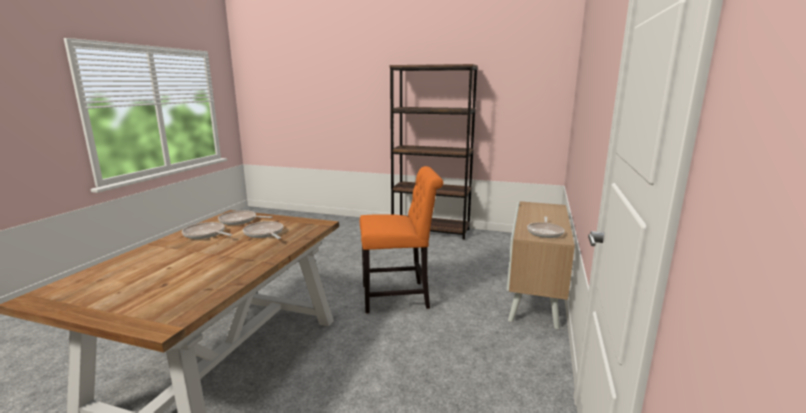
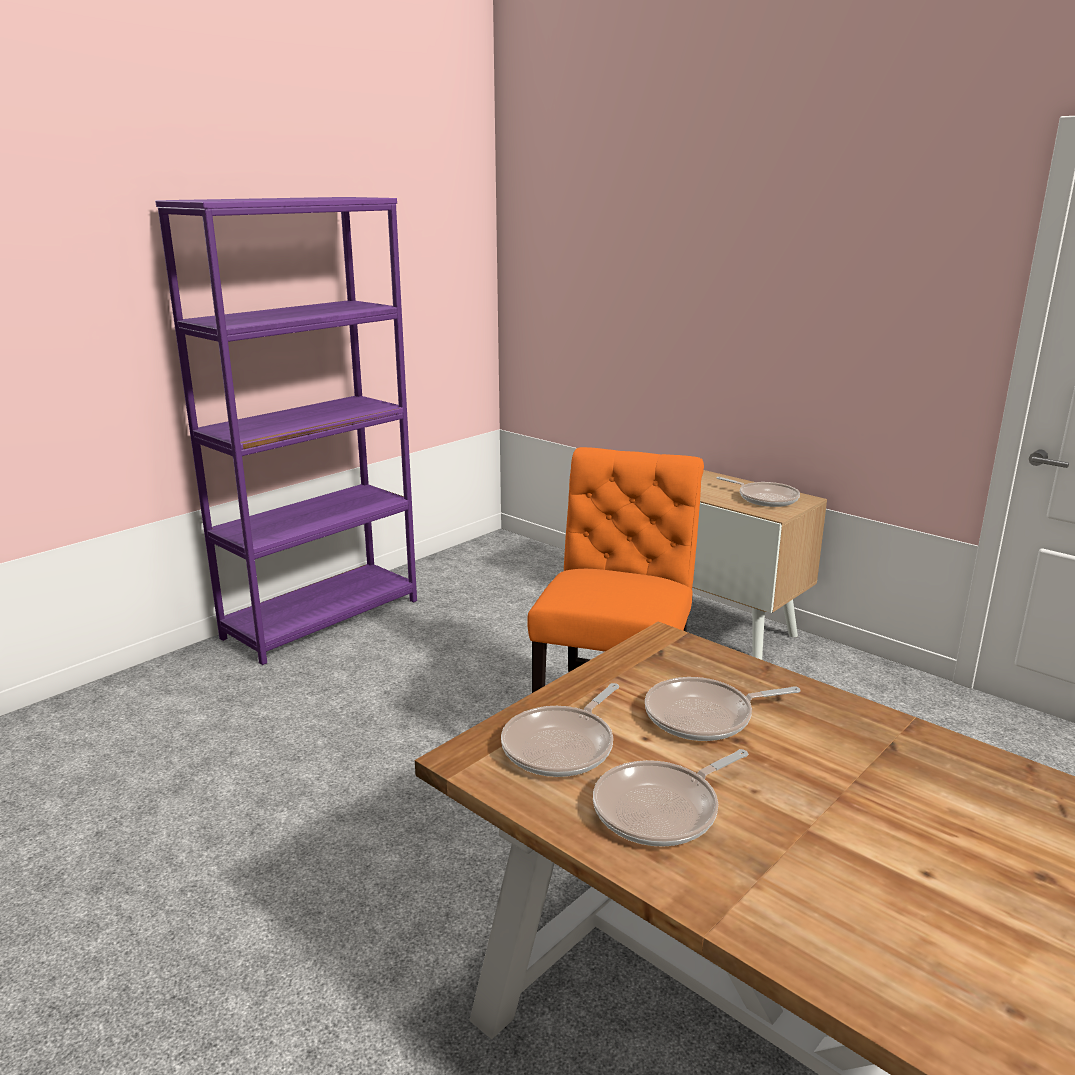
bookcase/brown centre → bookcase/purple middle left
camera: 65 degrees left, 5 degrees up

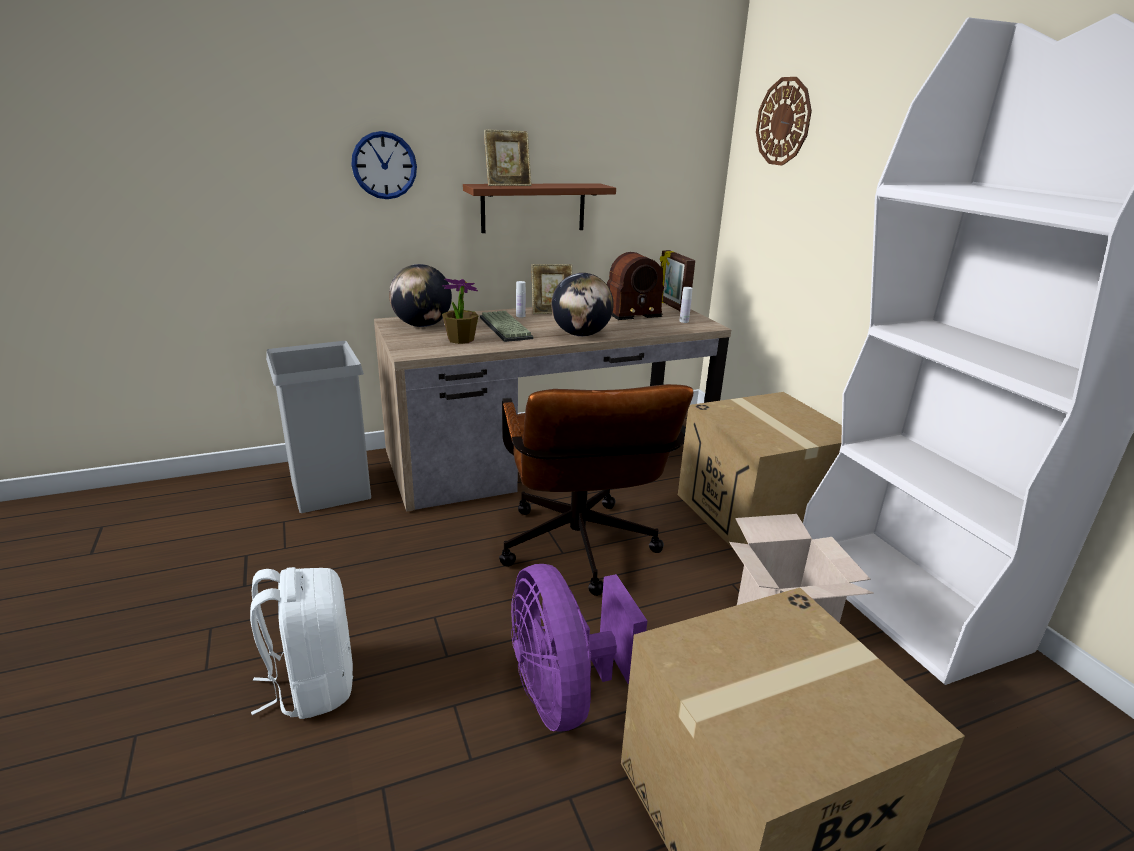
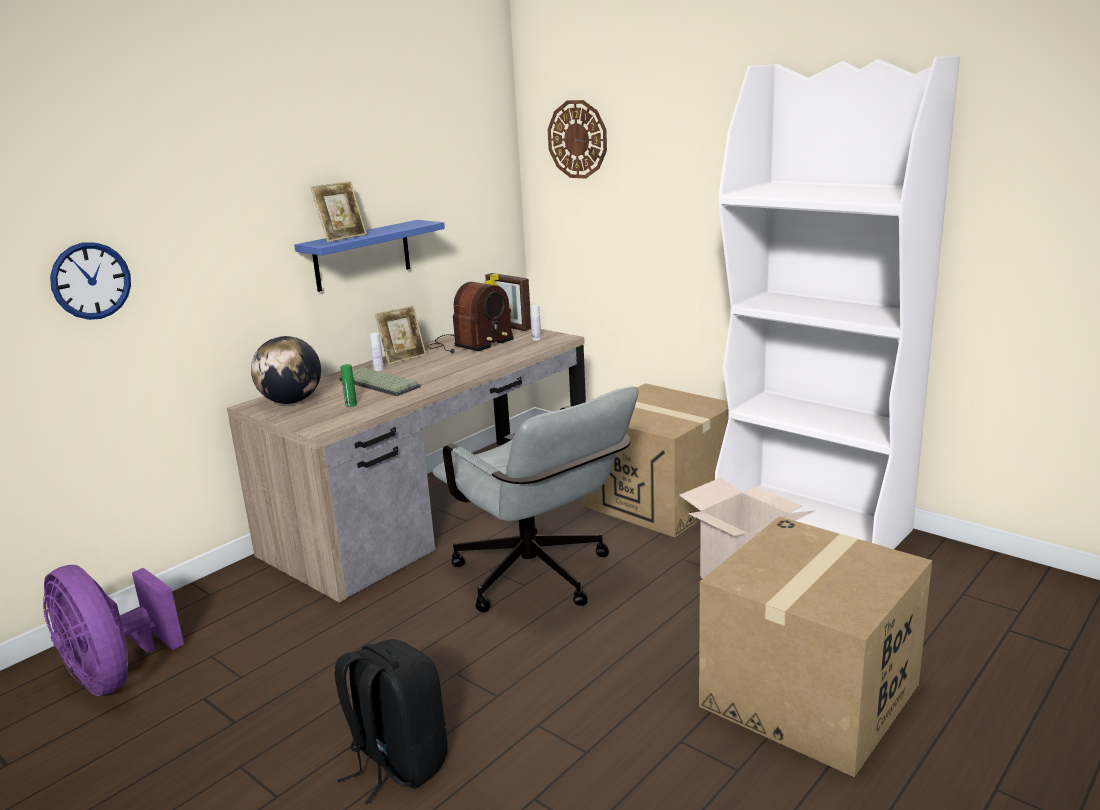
trash can/grey middle left → -
globe (no. 2 from left) centre → -
wall clock (no. 1 from left) top centre → wall clock (no. 1 from left) middle left, relocated
fan/purple bottom centre → fan/purple bottom left, relocated
potted plant centre → bottle/green middle left
backpack/white bottom left → backpack/black bottom centre
shelf/brown top centre → shelf/blue top centre
office chair/brown centre → office chair/grey centre
camera: 25 degrees left, 5 degrees down

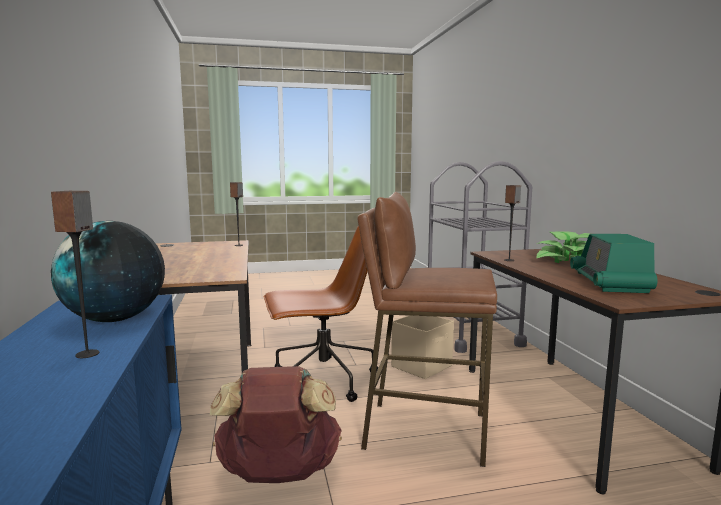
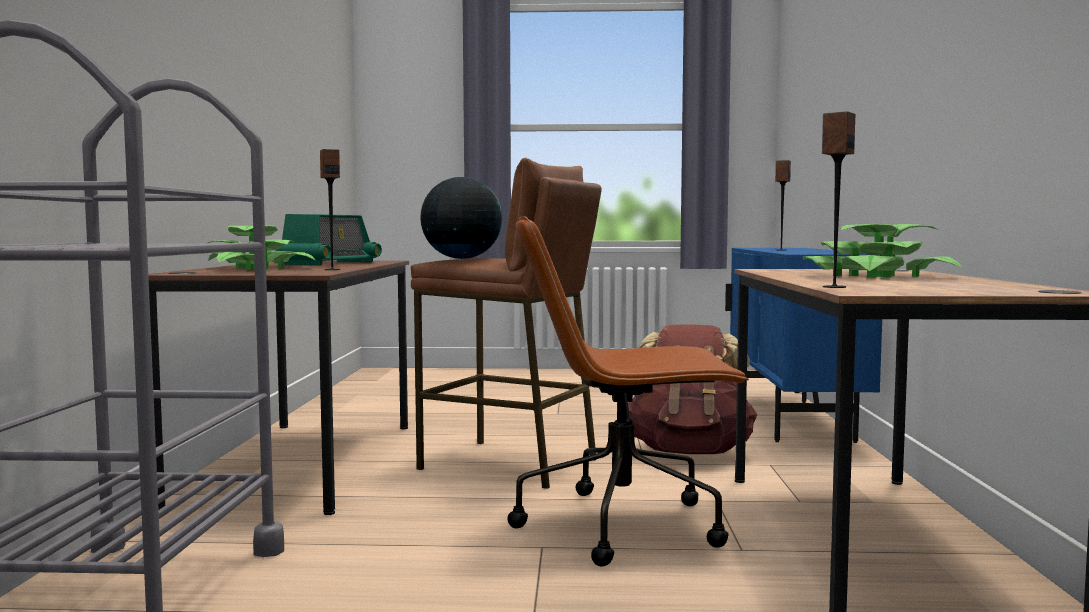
storage box/beige bottom centre → -
- → potted plant (no. 2 from left) middle right
globe middle left → globe centre, relocated
camera: 165 degrees left, 5 degrees down

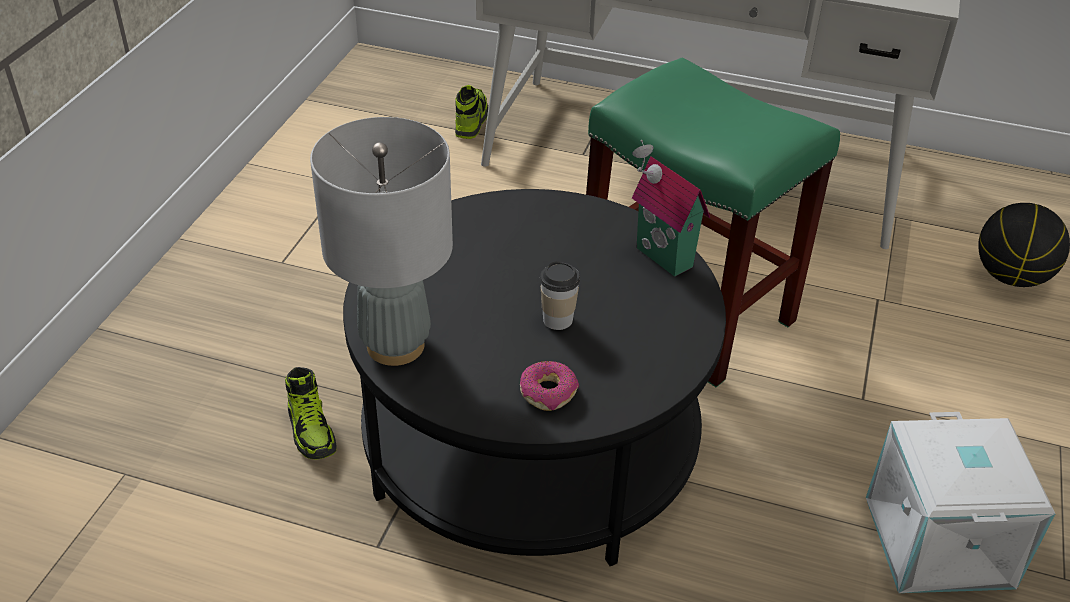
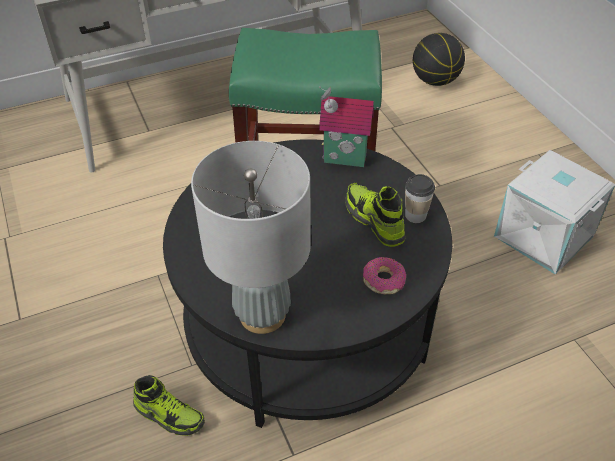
shoe (no. 2 from left) top centre → shoe (no. 2 from left) centre, relocated
cup centre → cup middle right, relocated
camera: 40 degrees left, 5 degrees up

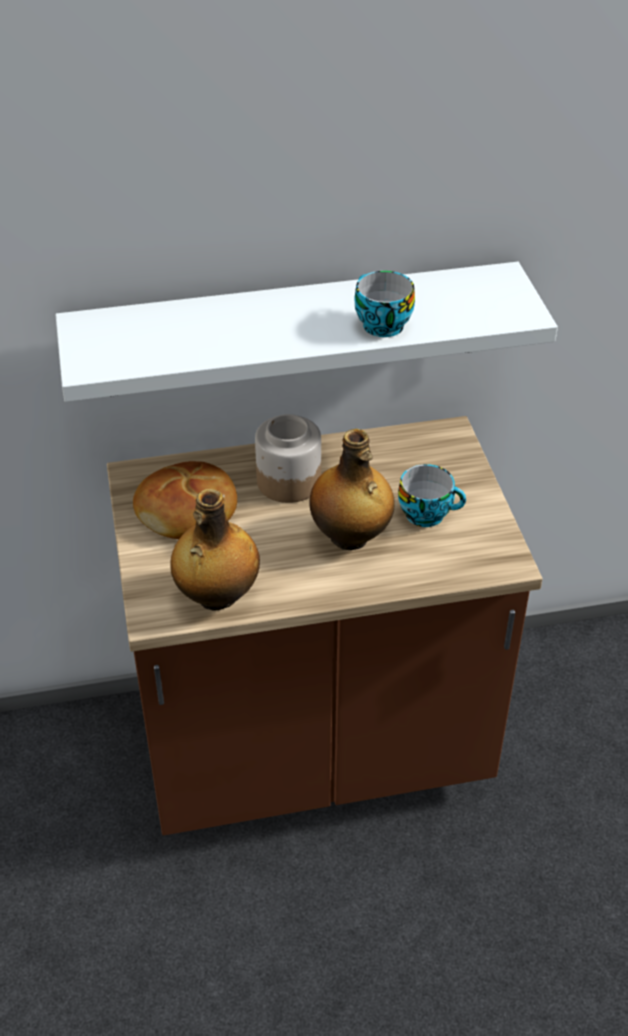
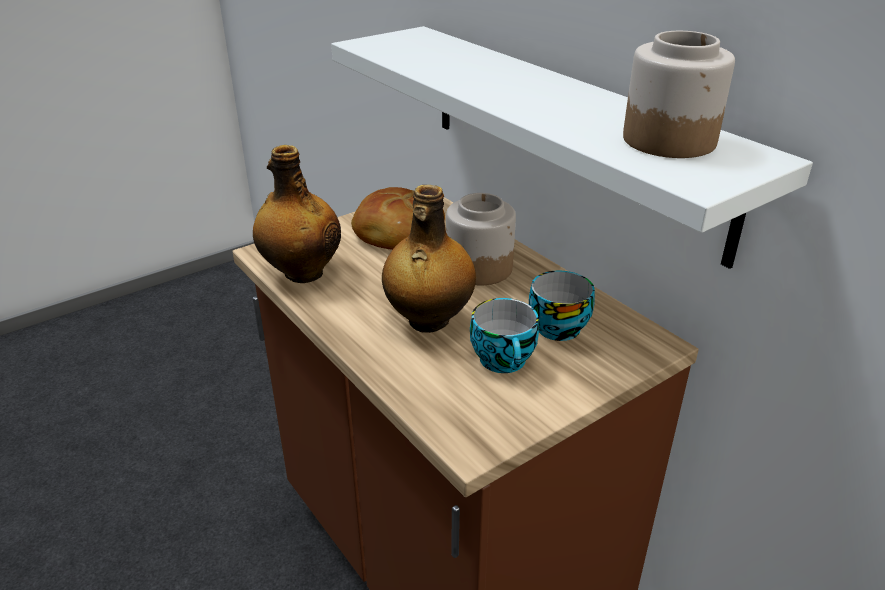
- → jar (no. 2 from left) top right
cup (no. 1 from left in the first image) top centre → cup (no. 2 from left) centre, relocated
camera: 65 degrees right, 10 degrees down

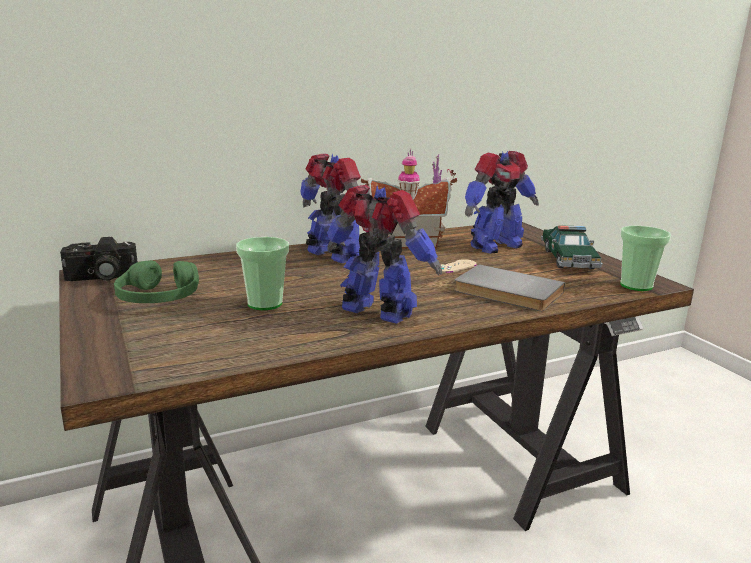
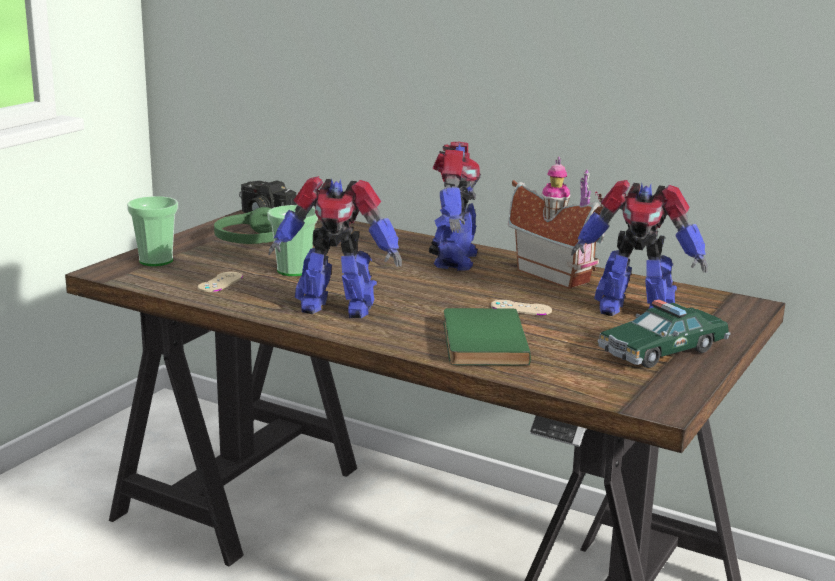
- → game controller/beige (no. 1 from left) middle left
cup (no. 2 from left in the first image) middle right → cup (no. 1 from left) middle left, relocated
book/grey middle right → book/green centre
toy robot (no. 2 from left in the first image) centre → toy robot (no. 1 from left) centre, 105 degrees clockwise
camera: 55 degrees right, 0 degrees up

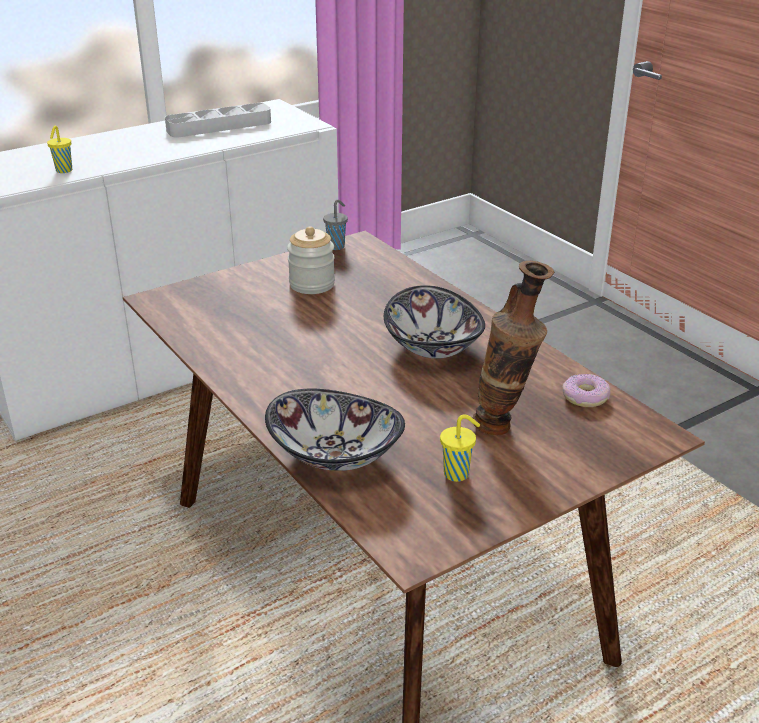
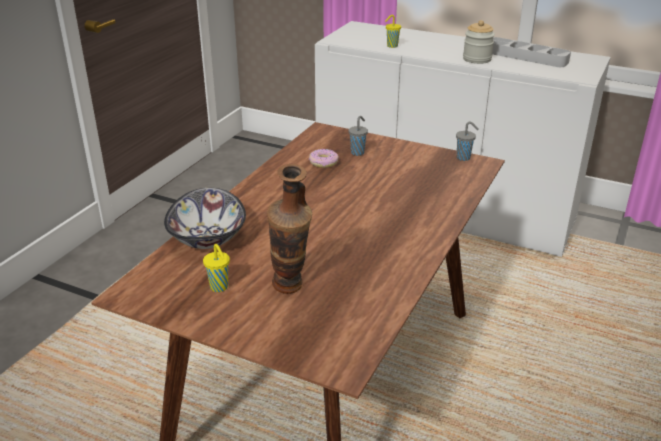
bowl (no. 2 from left) centre → -
- → cup/grey (no. 1 from left) top centre
jar centre → jar top right, relocated
donut middle right → donut centre, relocated
camera: 60 degrees right, 0 degrees up

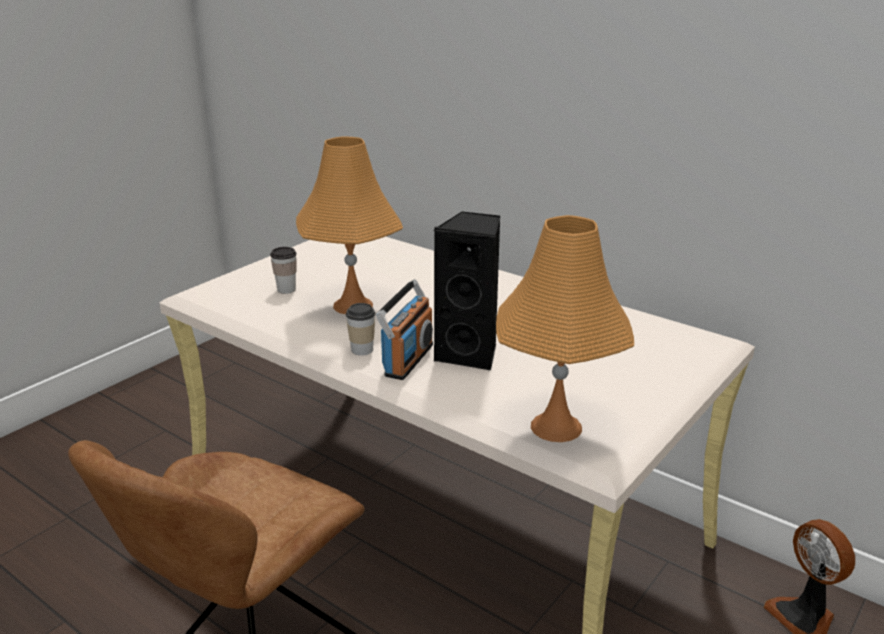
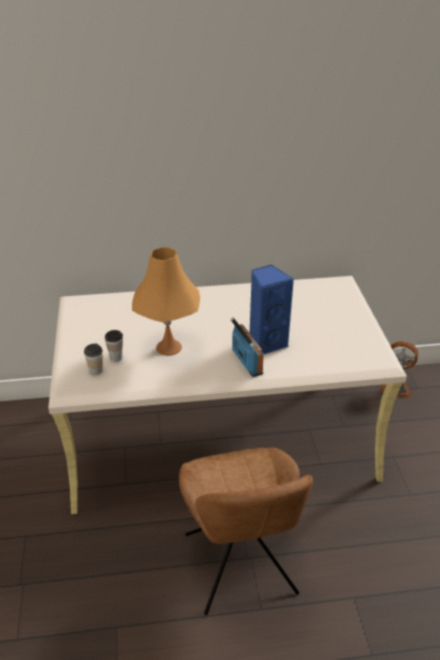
table lamp/orange (no. 2 from left) centre → -
cup (no. 2 from left in the first image) centre → cup (no. 1 from left) middle left, relocated
speaker/black centre → speaker/blue centre
camera: 45 degrees left, 10 degrees up

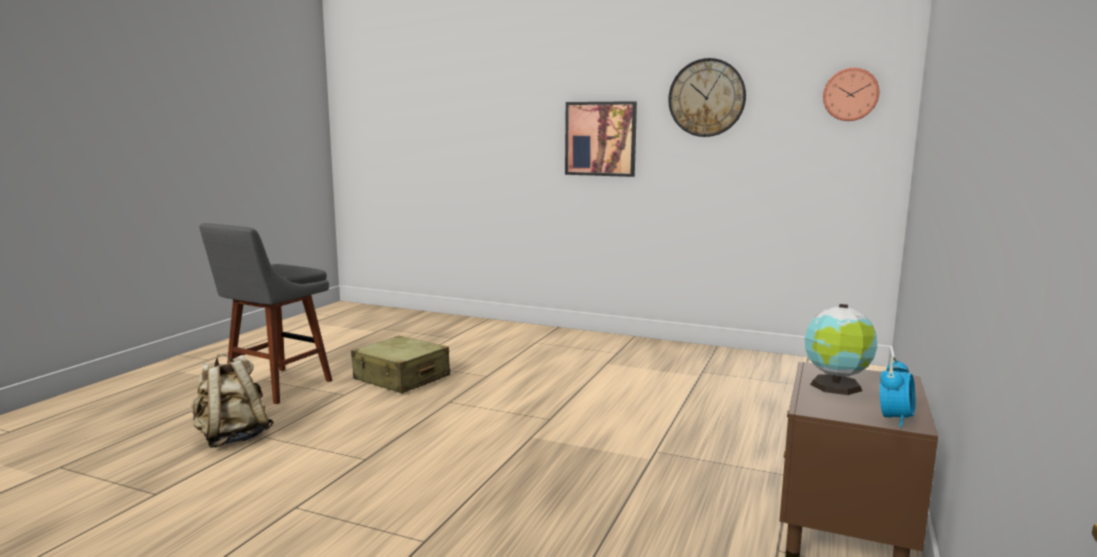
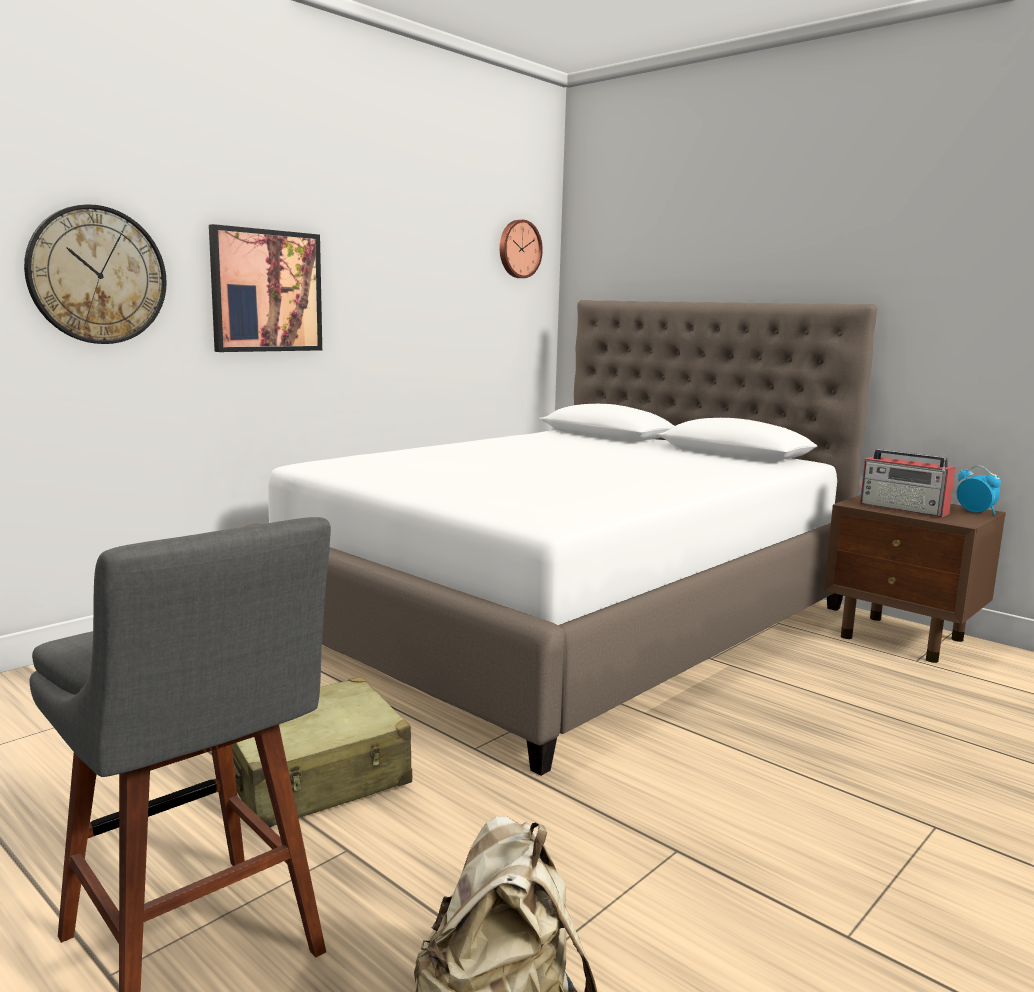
- → bed/white centre
wall clock (no. 1 from left) top centre → wall clock (no. 1 from left) top left, relocated
globe middle right → radio middle right
camera: 70 degrees left, 0 degrees up

